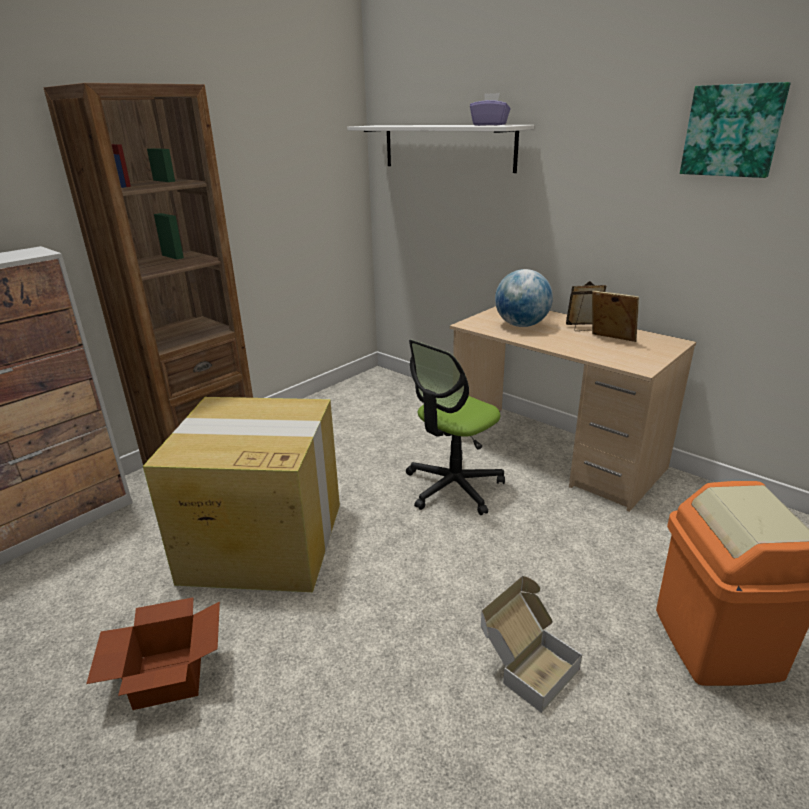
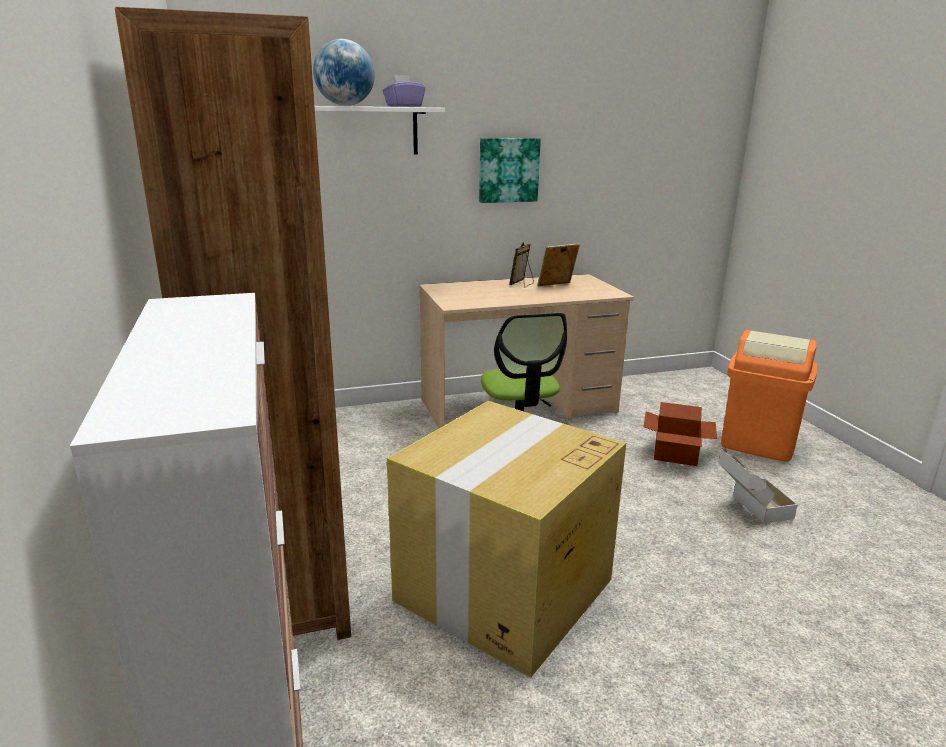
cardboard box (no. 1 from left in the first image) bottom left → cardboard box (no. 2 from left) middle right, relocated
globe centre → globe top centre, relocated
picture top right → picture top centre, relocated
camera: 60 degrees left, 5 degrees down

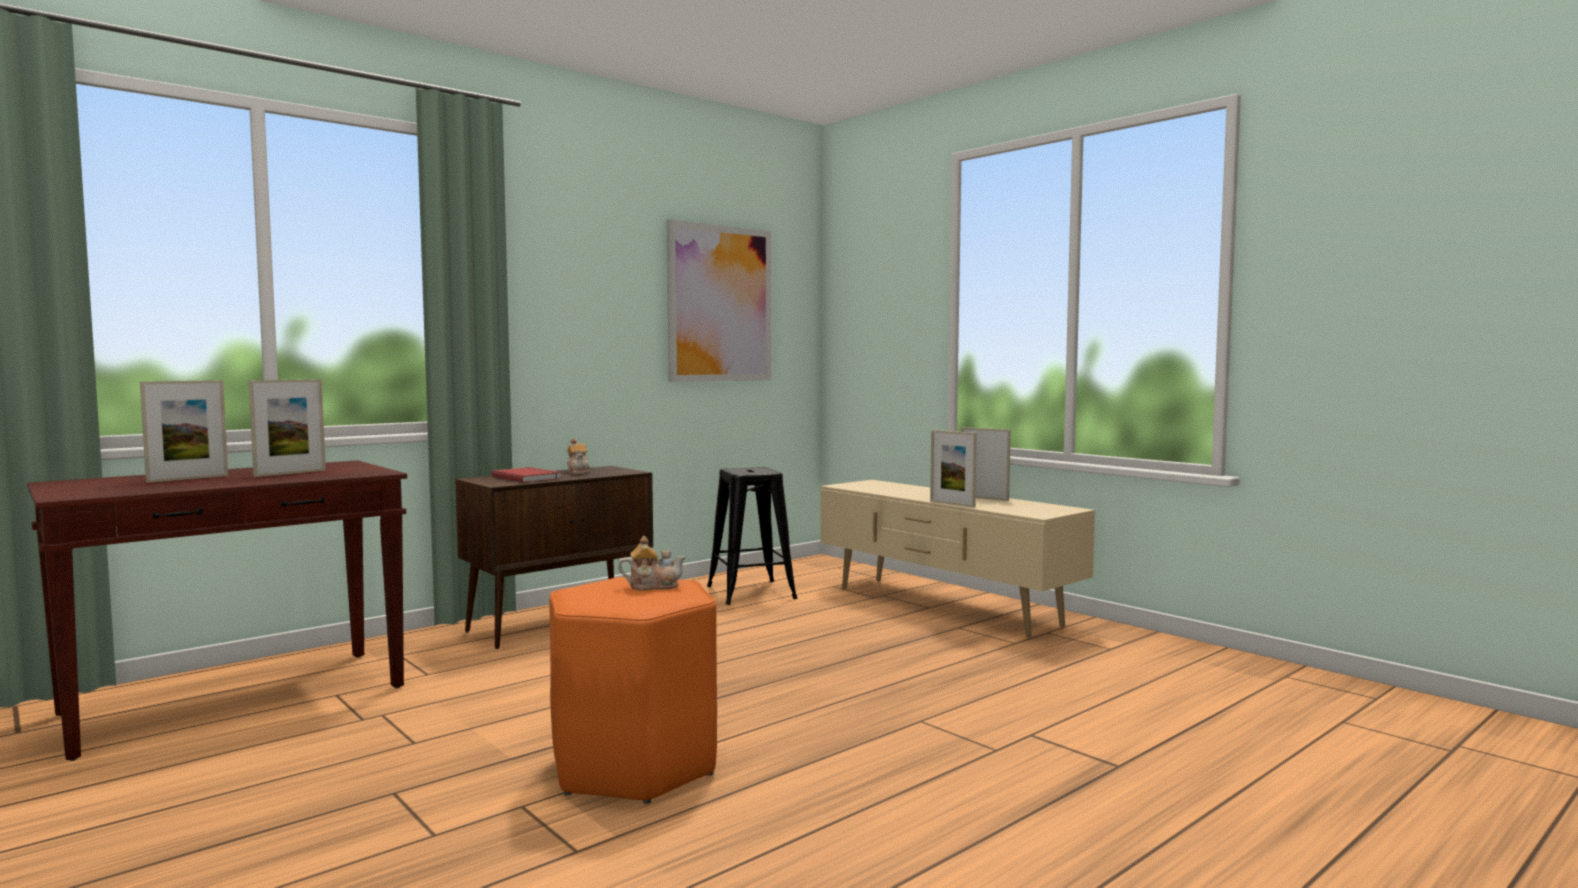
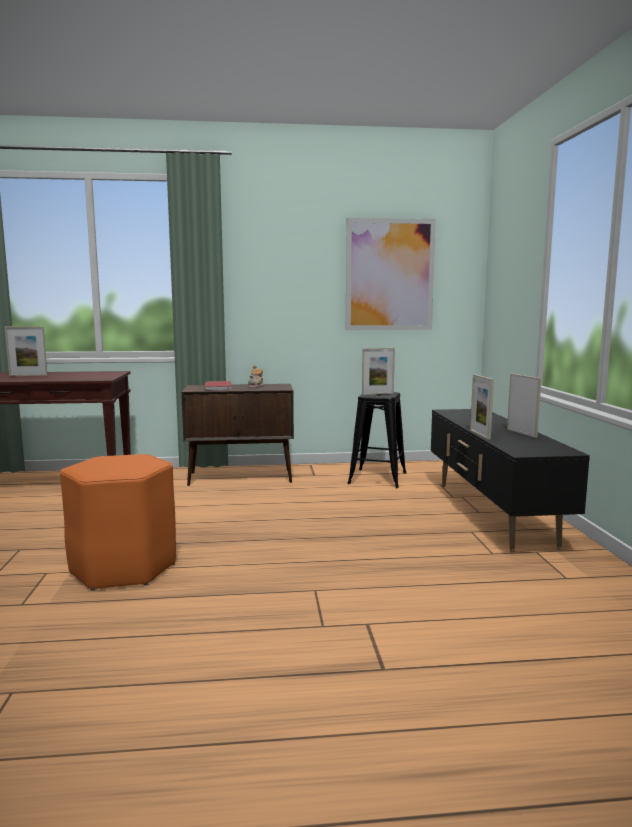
teapot (no. 2 from left) centre → -
picture frame (no. 2 from left) middle left → picture frame (no. 2 from left) centre, relocated
tv stand/beige centre → tv stand/black middle right
camera: 35 degrees right, 5 degrees up

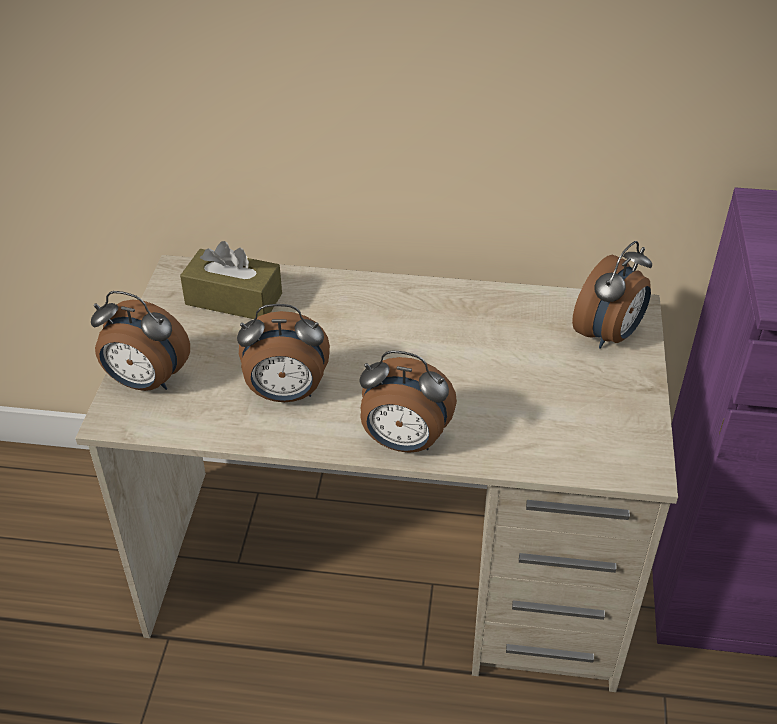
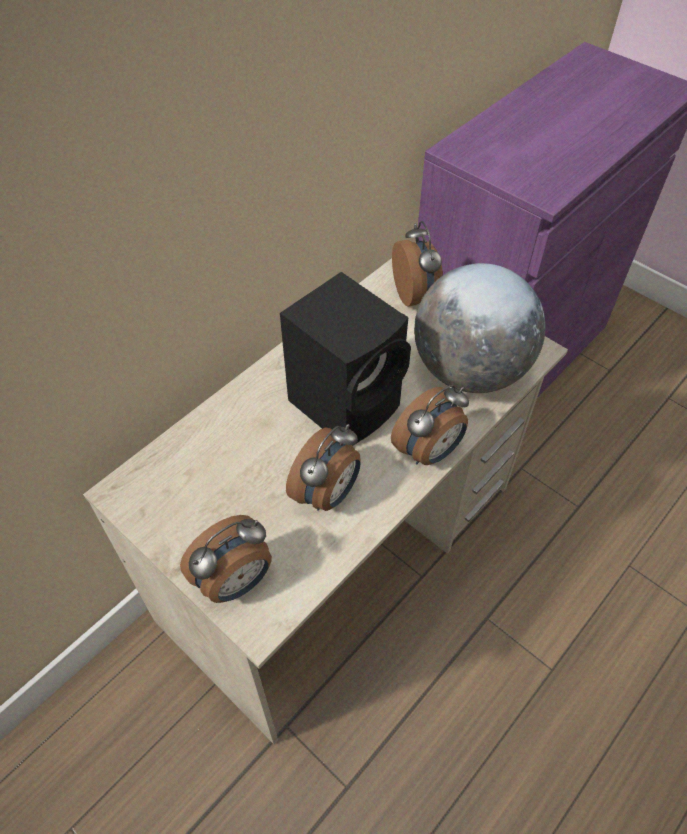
tissue box/brown middle left → -
- → speaker/black centre
- → globe middle right
camera: 55 degrees left, 10 degrees up

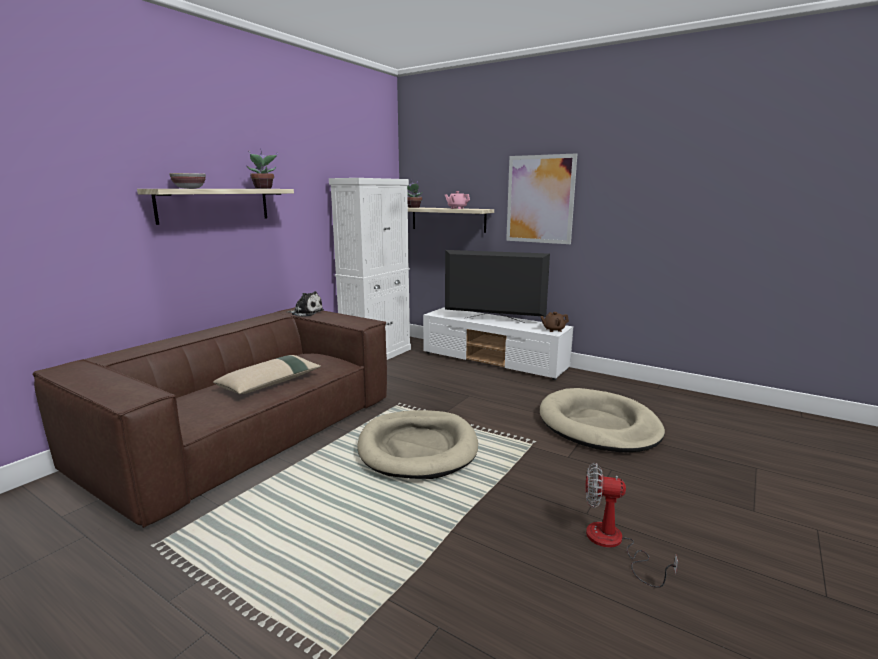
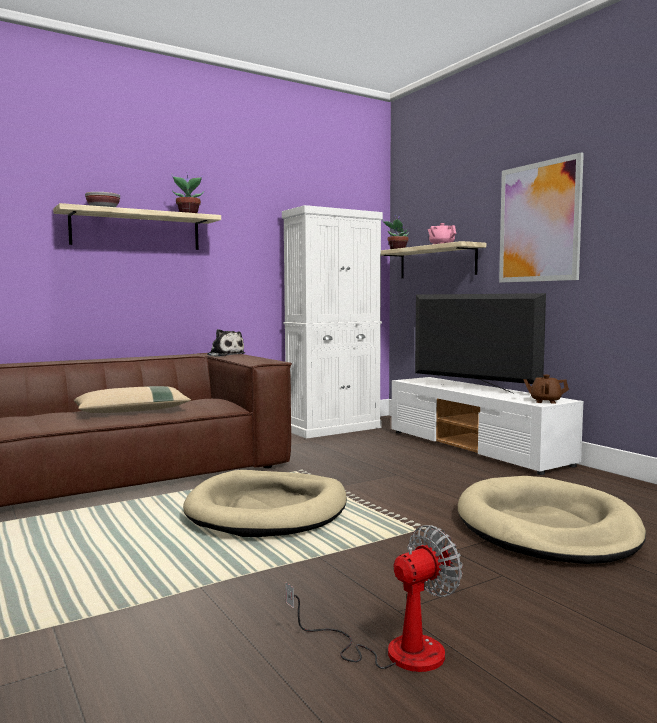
fan bottom right → fan bottom centre, 105 degrees clockwise
camera: 25 degrees right, 10 degrees down

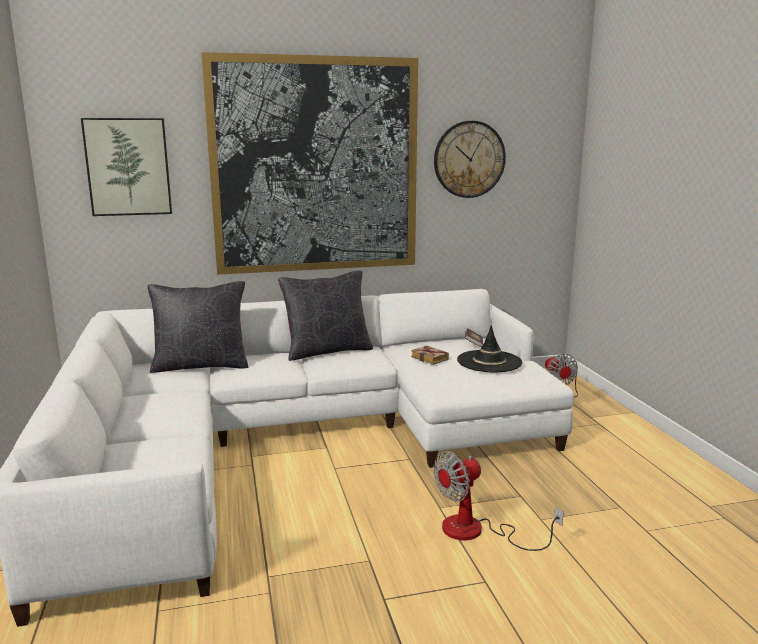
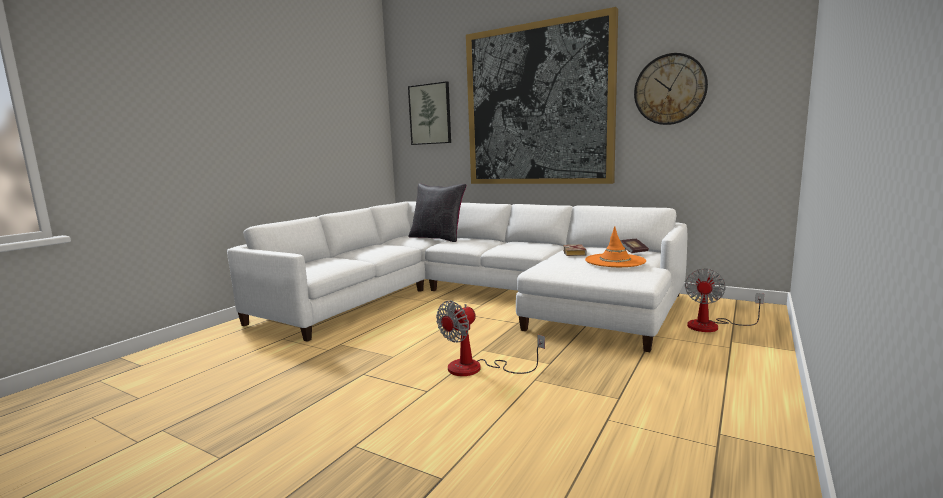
pillow/black (no. 2 from left) centre → -
hat/black centre → hat/orange centre
fan (no. 1 from left) bottom centre, 60 degrees counterclockwise
camera: 45 degrees right, 5 degrees down

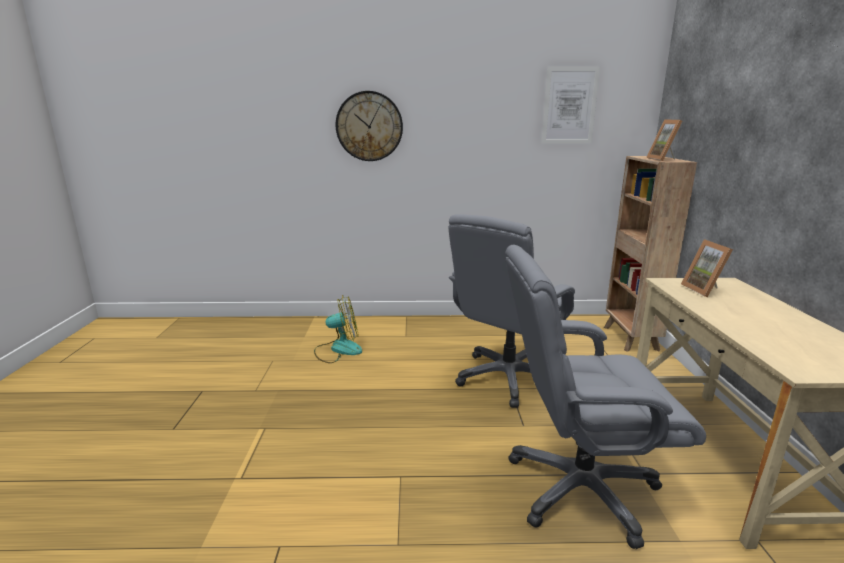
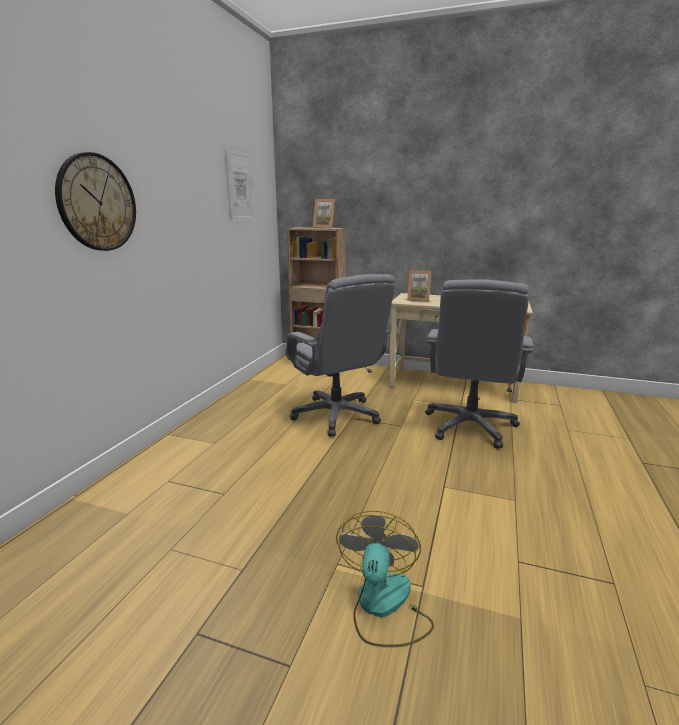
fan centre → fan bottom centre, relocated
camera: 70 degrees left, 0 degrees up

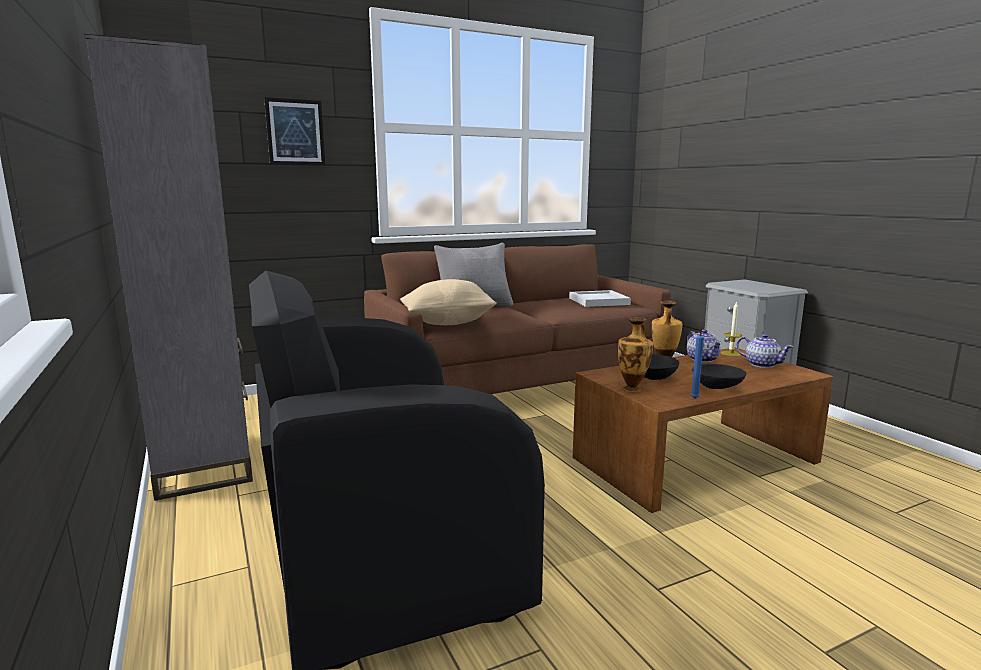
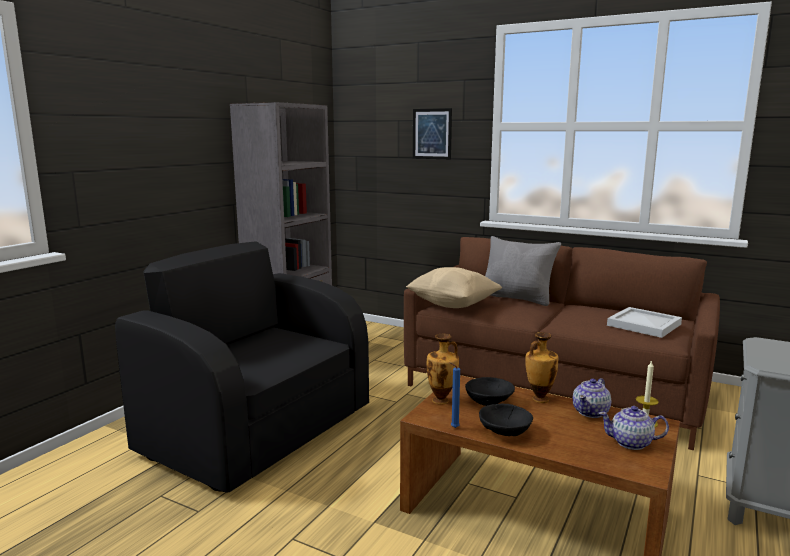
teapot (no. 2 from left) middle right → teapot (no. 2 from left) bottom right, 90 degrees clockwise
camera: 55 degrees right, 0 degrees up

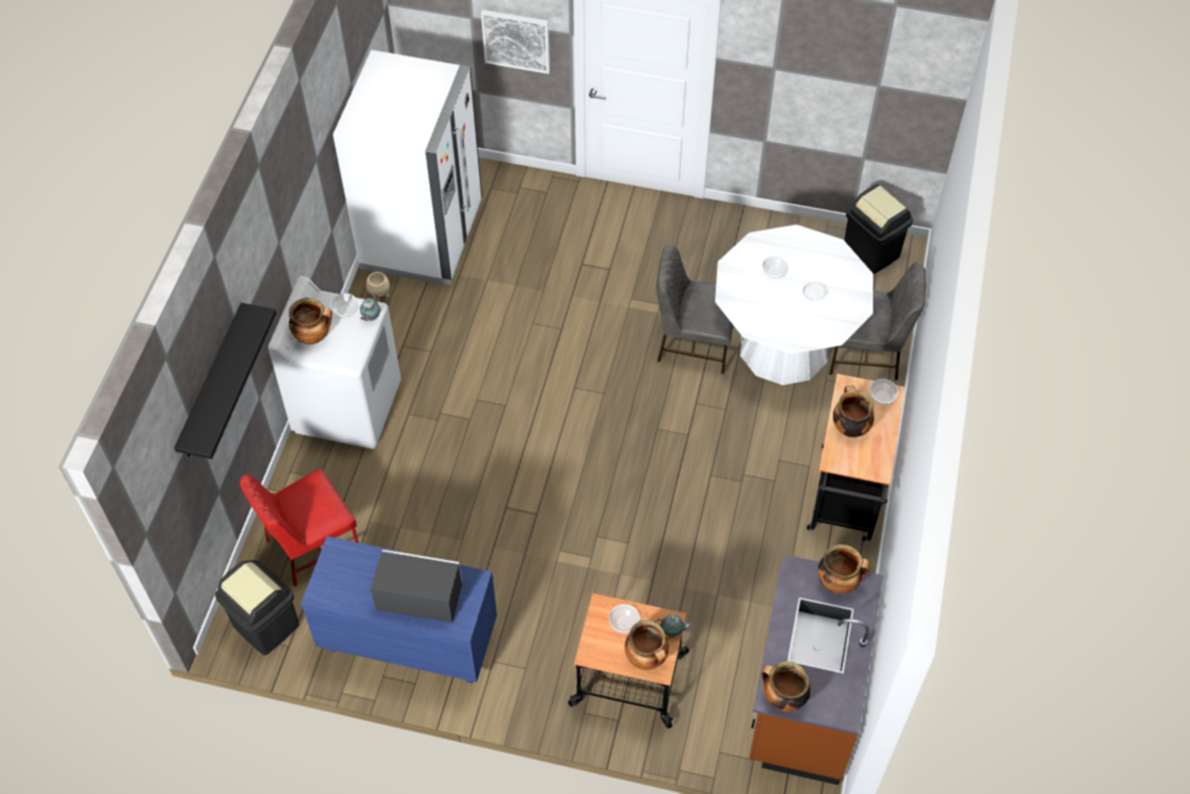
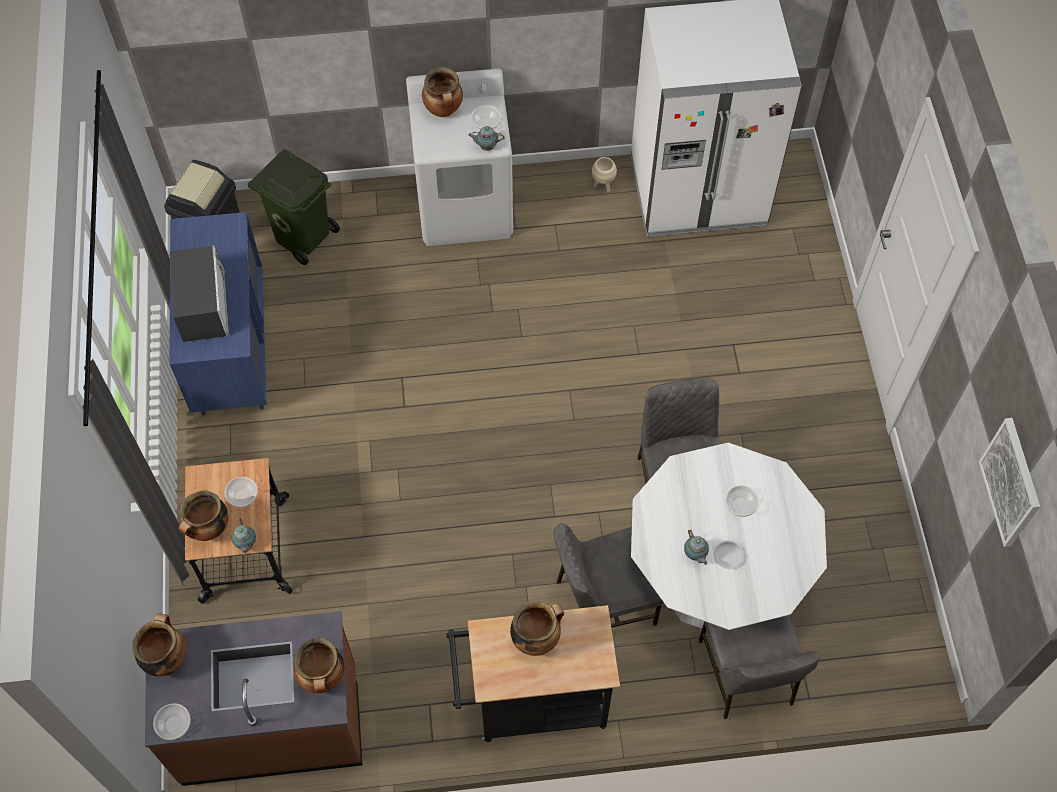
shelf/black middle left → -
trash can/black (no. 2 from left) top right → -
- → chair/grey (no. 1 from left) bottom centre
- → teapot (no. 3 from left) bottom centre
picture top centre → picture middle right, relocated
bowl (no. 4 from left in the first image) middle right → bowl (no. 1 from left) bottom left, relocated
chair/red middle left → trash can/green top left
camera: 70 degrees right, 5 degrees up

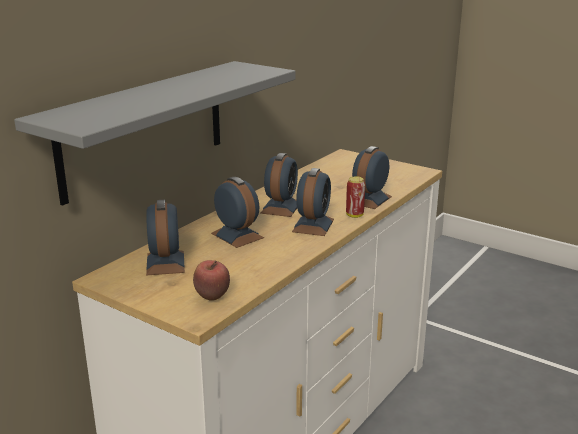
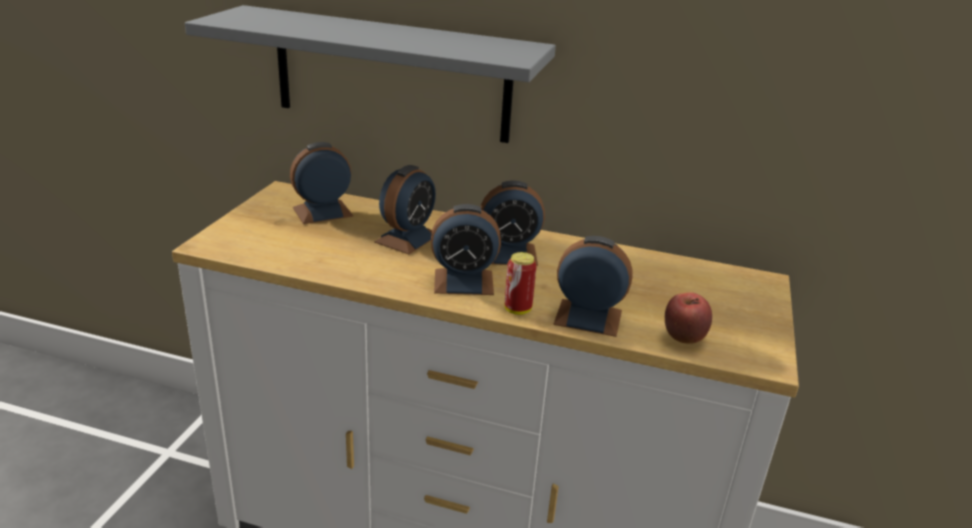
apple centre → apple middle right, relocated
camera: 70 degrees right, 5 degrees up

